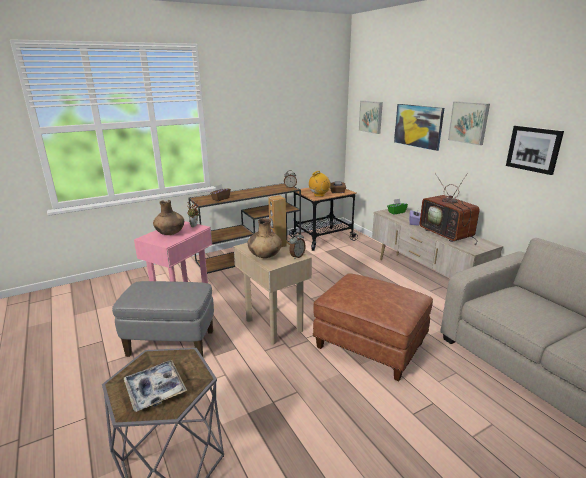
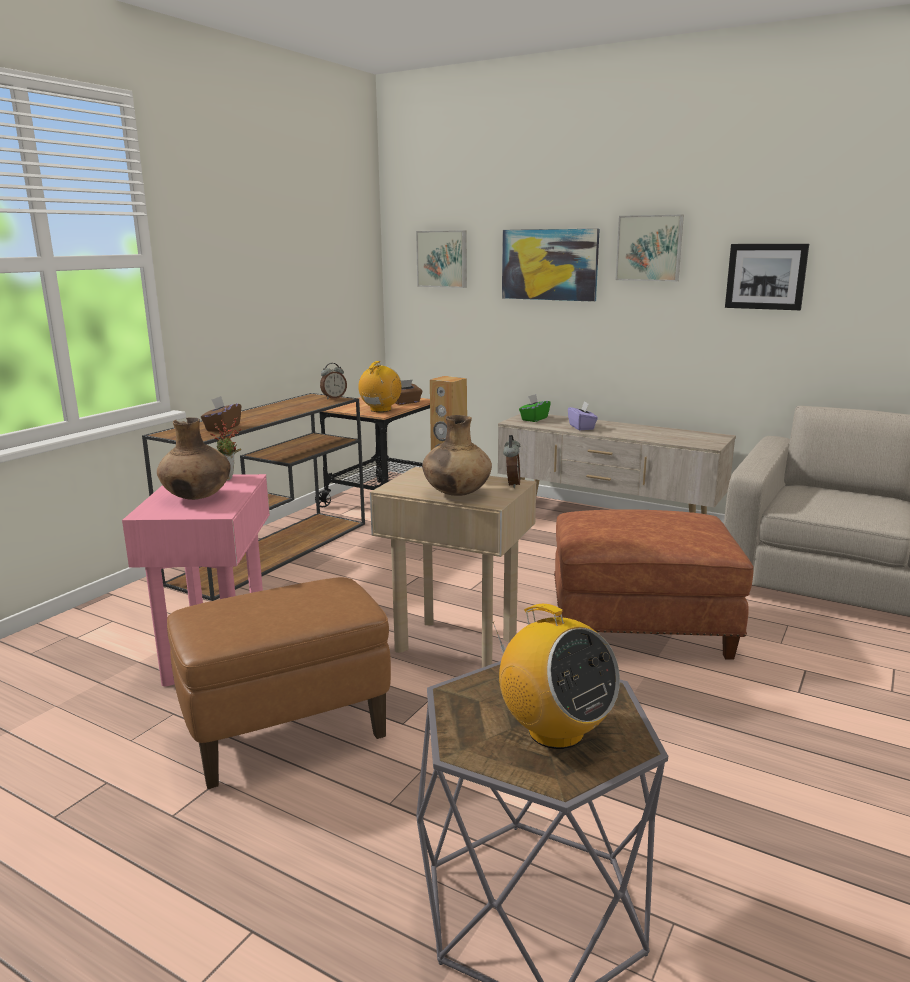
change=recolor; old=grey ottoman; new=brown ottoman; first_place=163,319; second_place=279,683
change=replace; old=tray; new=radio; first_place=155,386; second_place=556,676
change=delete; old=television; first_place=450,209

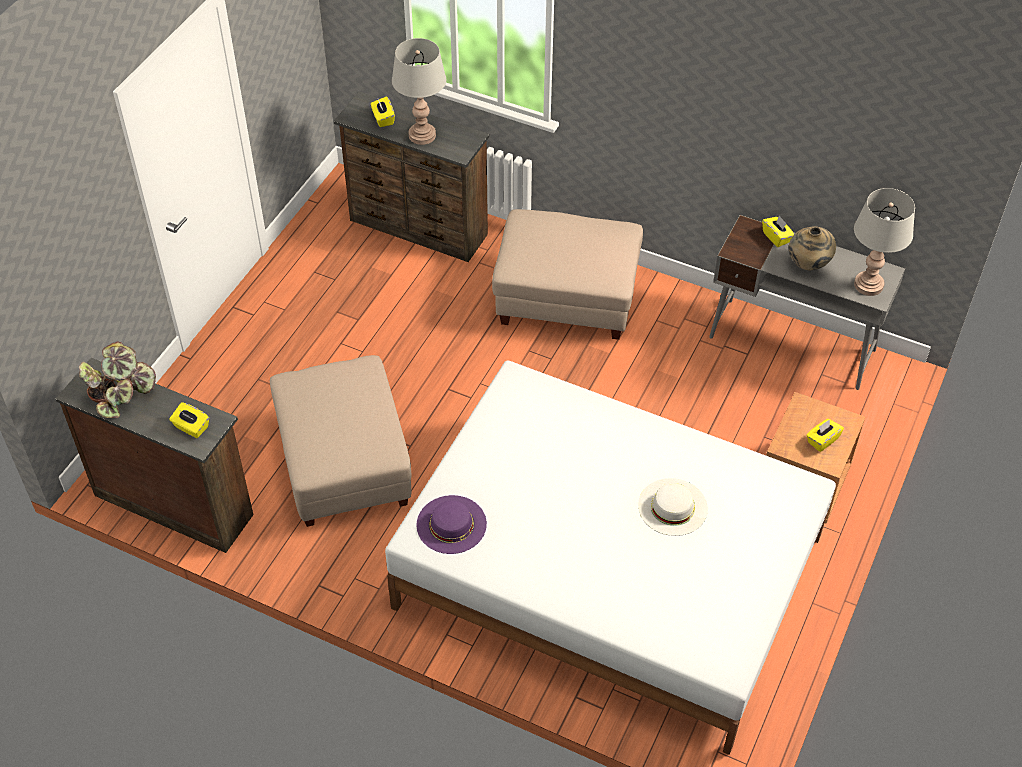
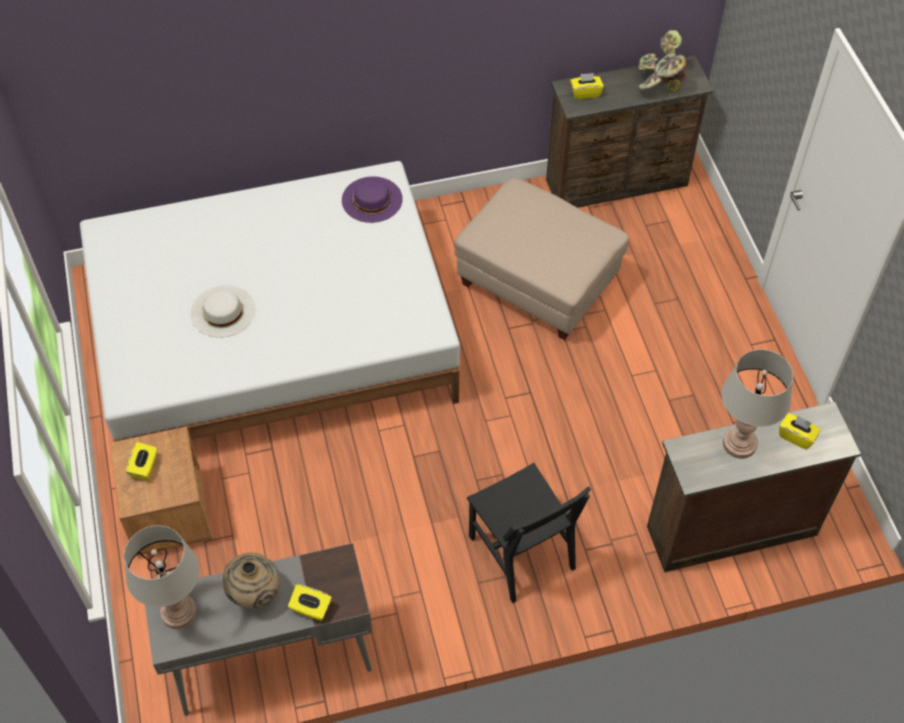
change=replace; old=beige ottoman; new=black chair; first_place=567,274; second_place=529,533

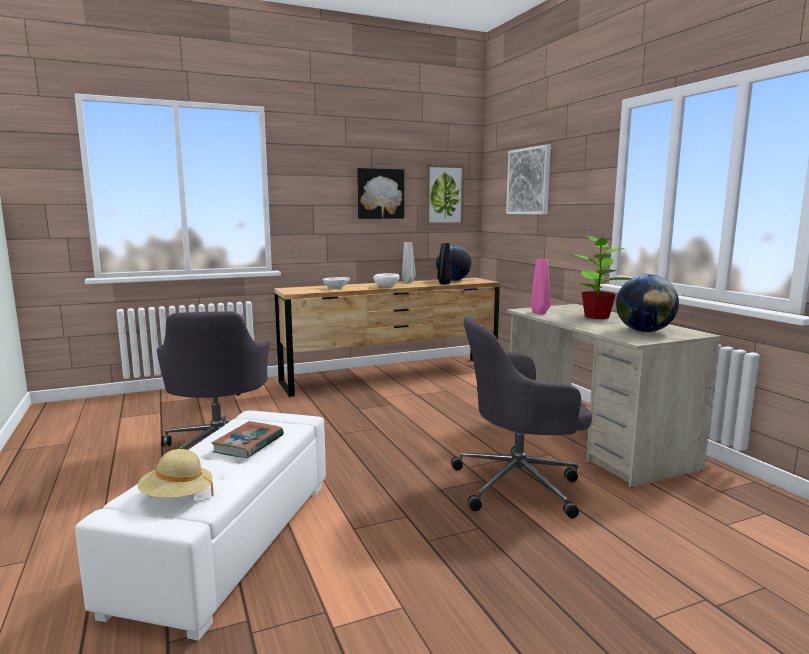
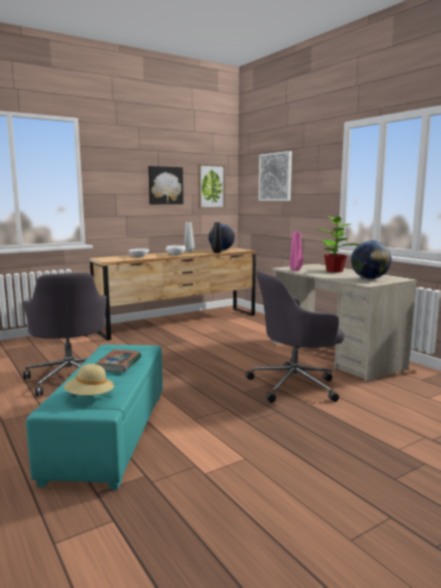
change=recolor; old=white ottoman; new=turquoise ottoman; first_place=200,525; second_place=94,417

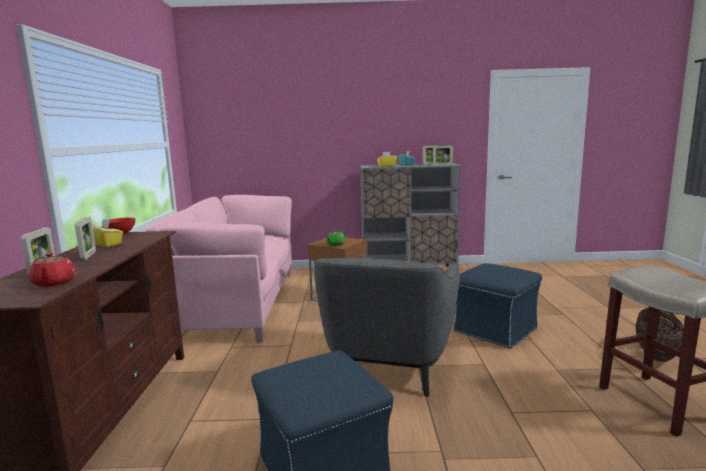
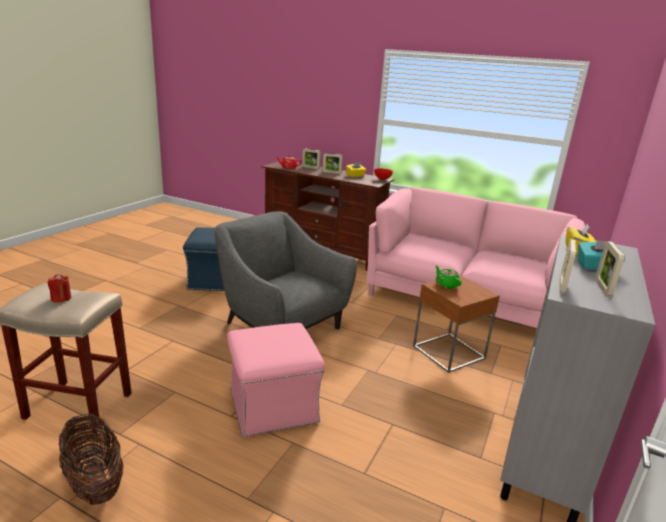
change=recolor; old=blue ottoman; new=pink ottoman; first_place=497,306; second_place=276,380
change=insert; new=red candle; second_place=59,288

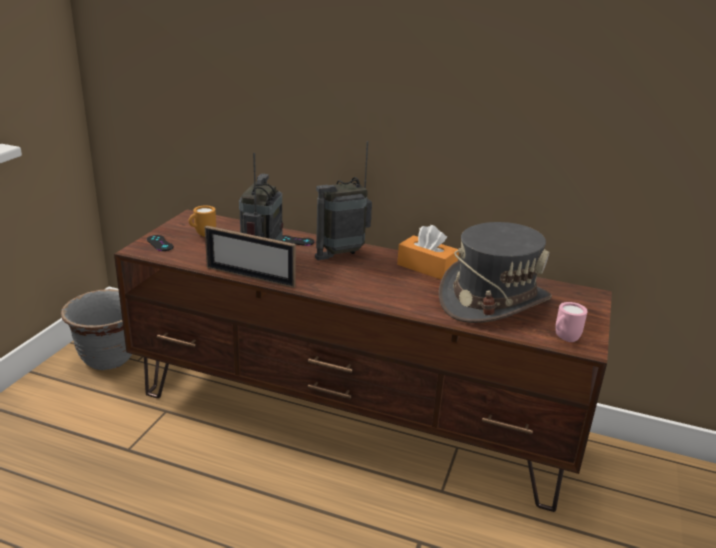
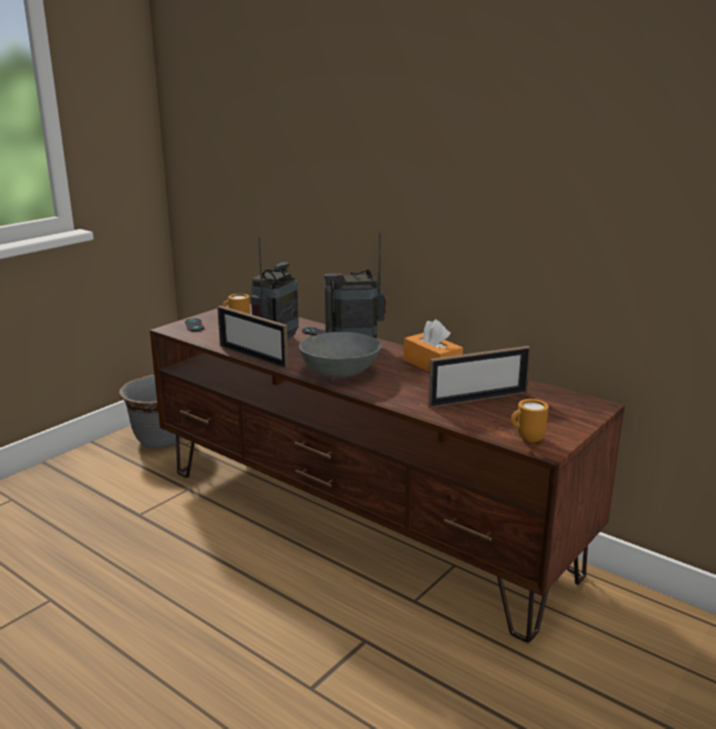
change=replace; old=grey hat; new=picture frame; first_place=495,272; second_place=479,377
change=recolor; old=pink mug; new=orange mug; first_place=571,322; second_place=530,421
change=insert; new=grey bowl; second_place=340,355

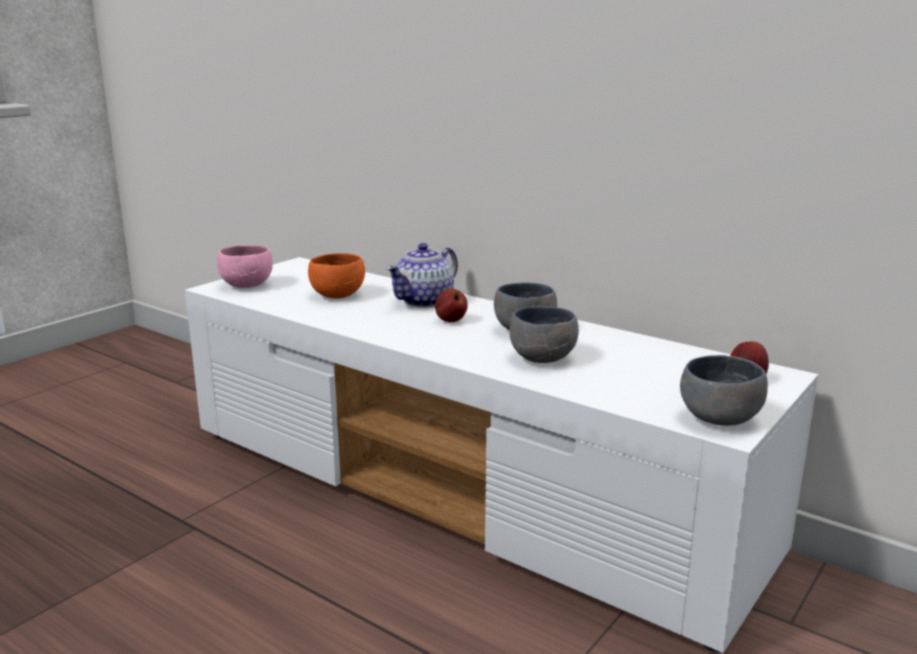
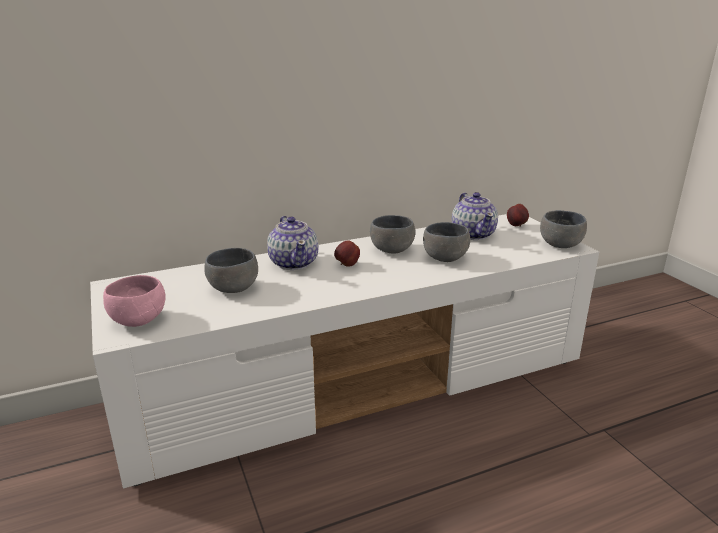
change=recolor; old=orange bowl; new=grey bowl; first_place=336,276; second_place=231,270
change=insert; new=teapot; second_place=475,216

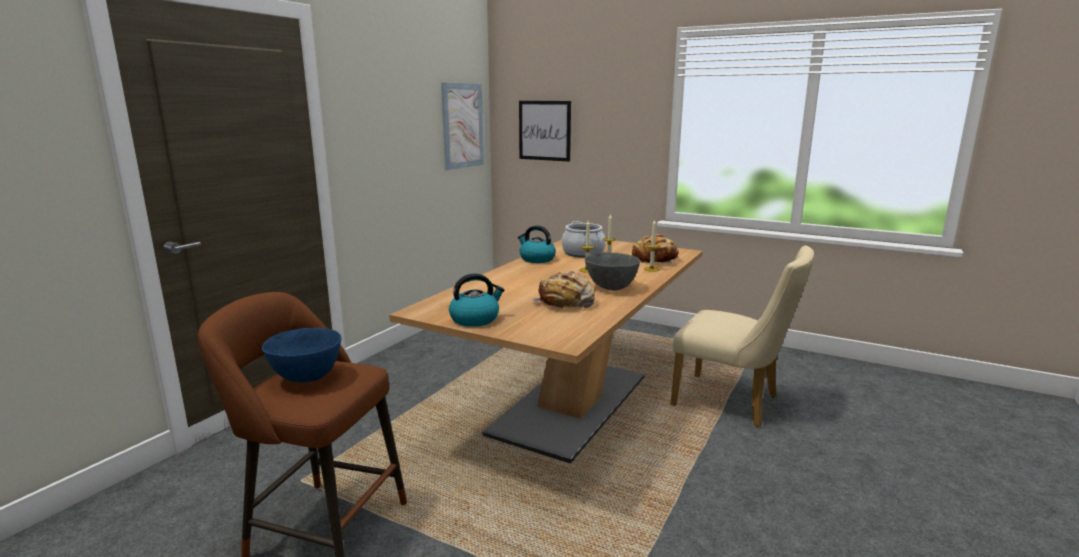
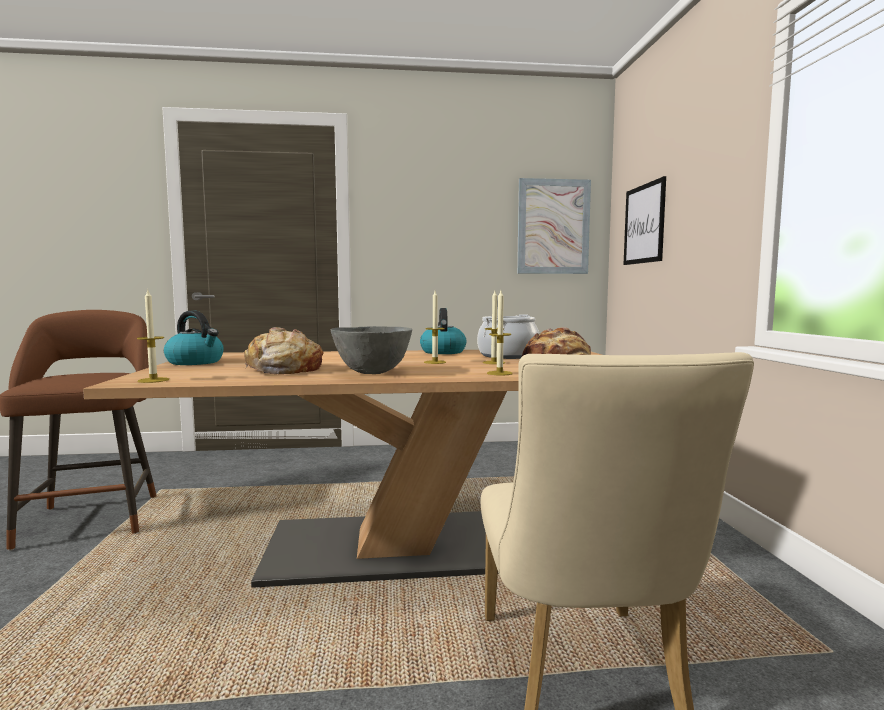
change=delete; old=blue bowl; first_place=302,355
change=insert; new=candle; second_place=153,336

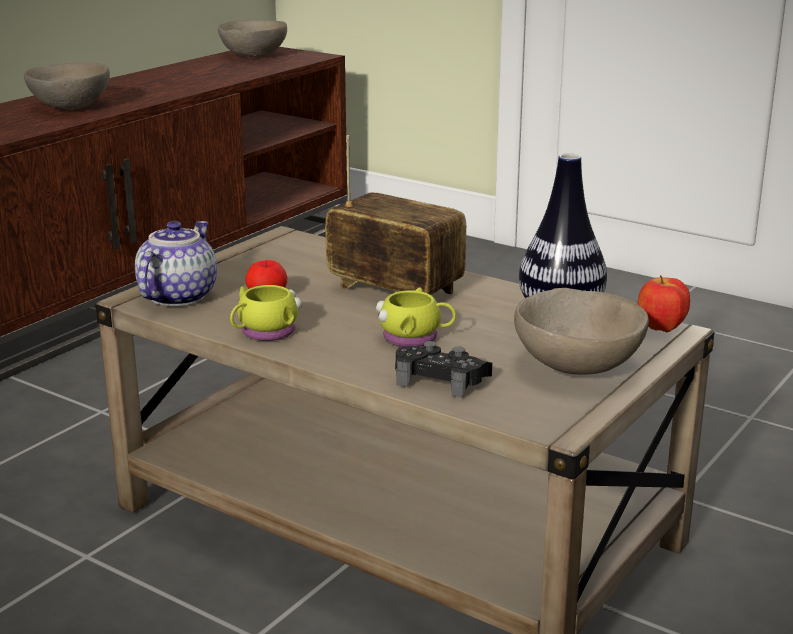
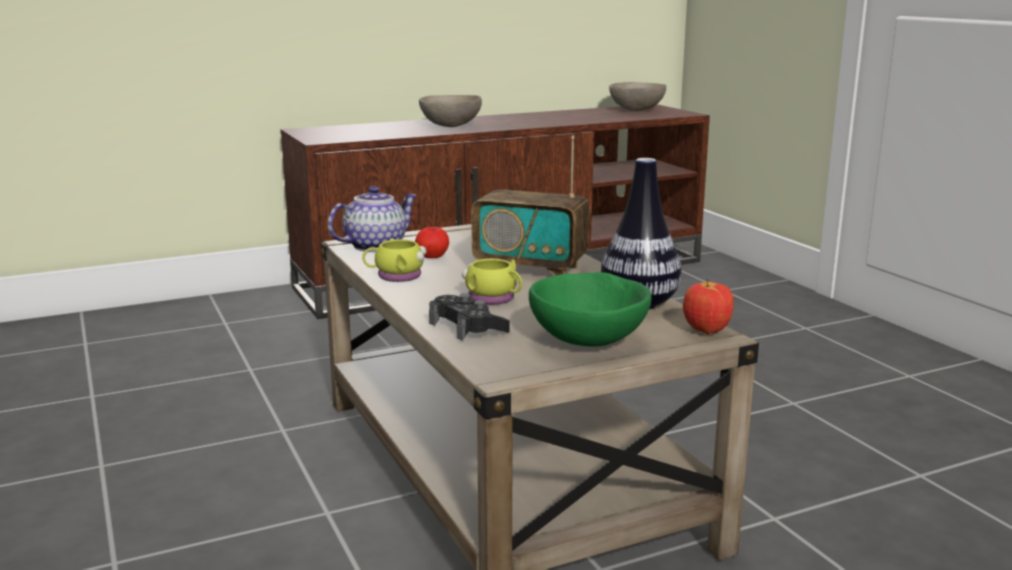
change=rotate; old=radio; first_place=395,215; second_place=530,206; degrees=135
change=recolor; old=beige bowl; new=green bowl; first_place=581,331; second_place=590,309

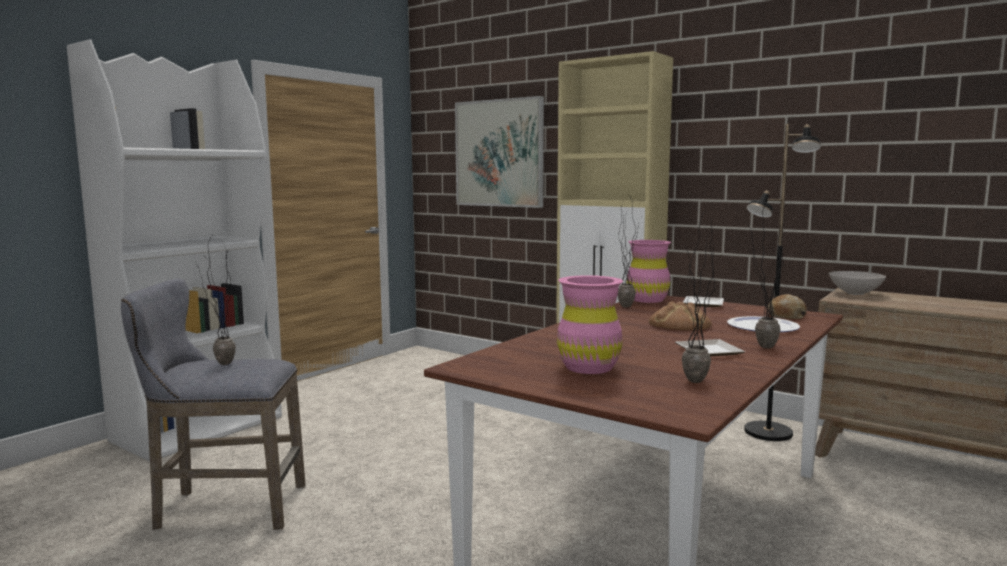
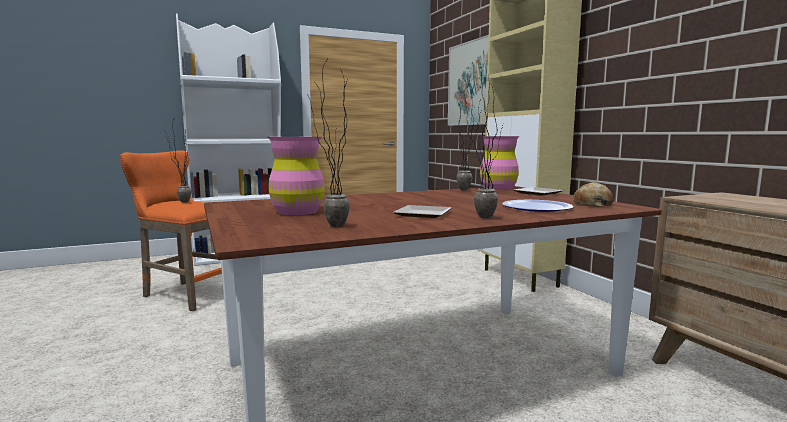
change=recolor; old=grey stool; new=orange stool; first_place=213,404; second_place=171,230
change=delete; old=bread; first_place=680,315
change=delete; old=black floor lamp; first_place=782,282
change=delete; old=white bowl; first_place=857,283

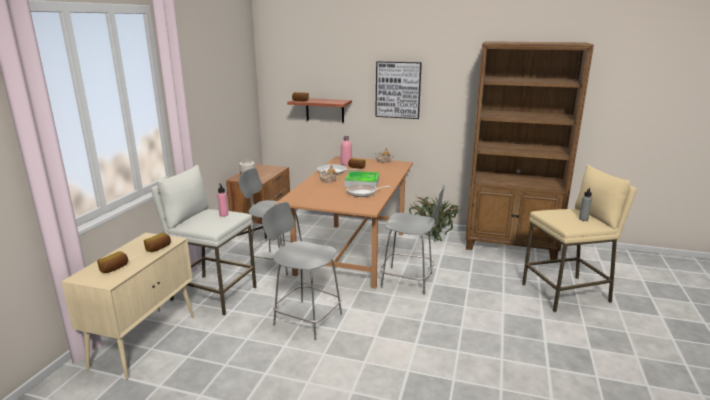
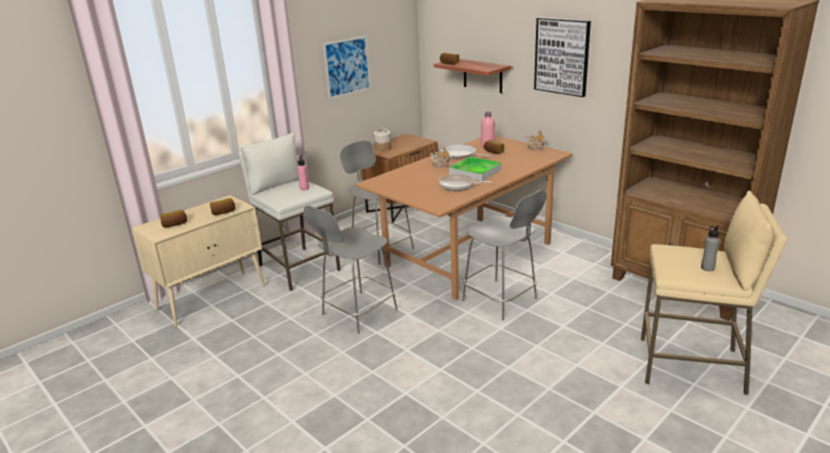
change=rotate; old=grey chair; first_place=302,271; second_place=351,270; degrees=-105
change=delete; old=potted plant; first_place=434,219
change=insert; new=picture; second_place=347,67

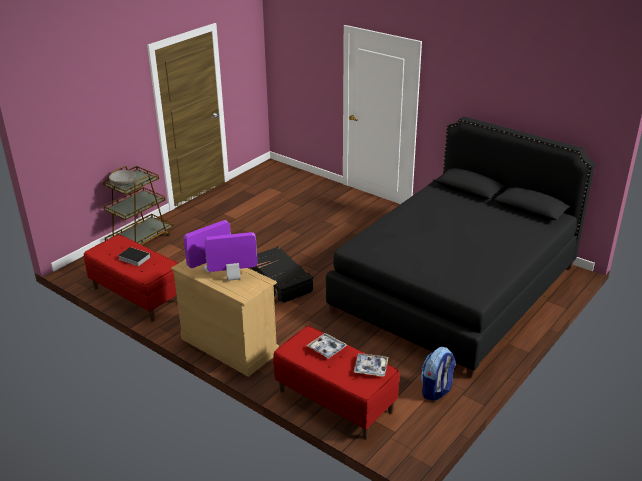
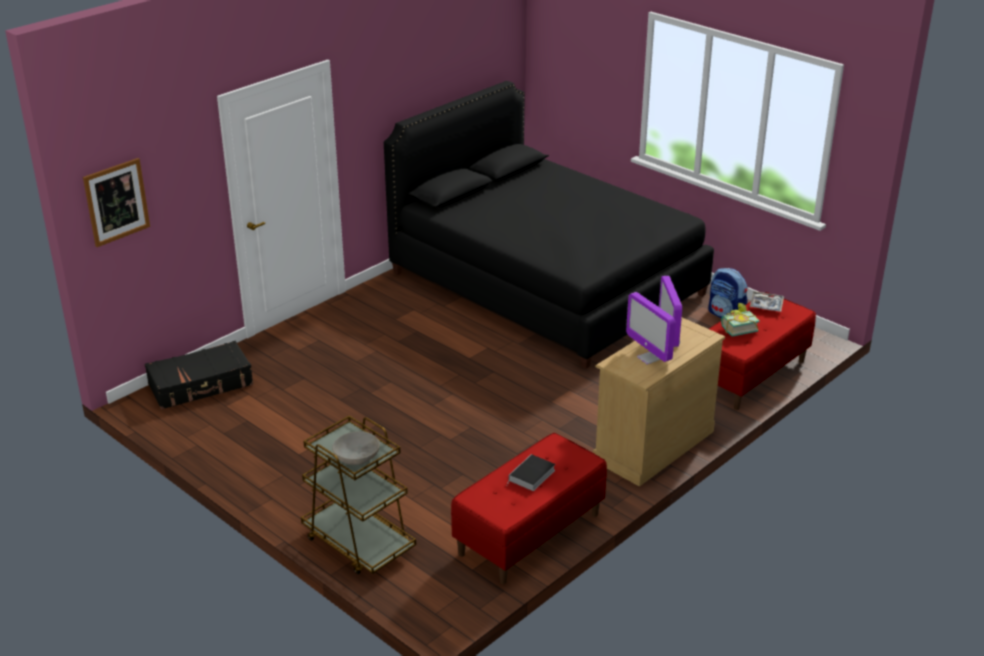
change=move; old=black suitcase; first_place=281,275; second_place=199,375
change=replace; old=tray; new=book; first_place=326,346; second_place=740,320
change=insert; new=picture; second_place=116,202

